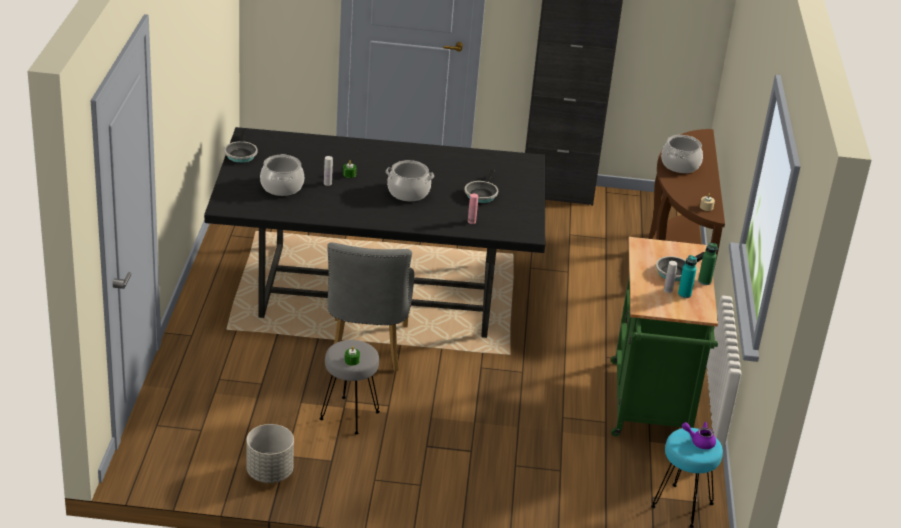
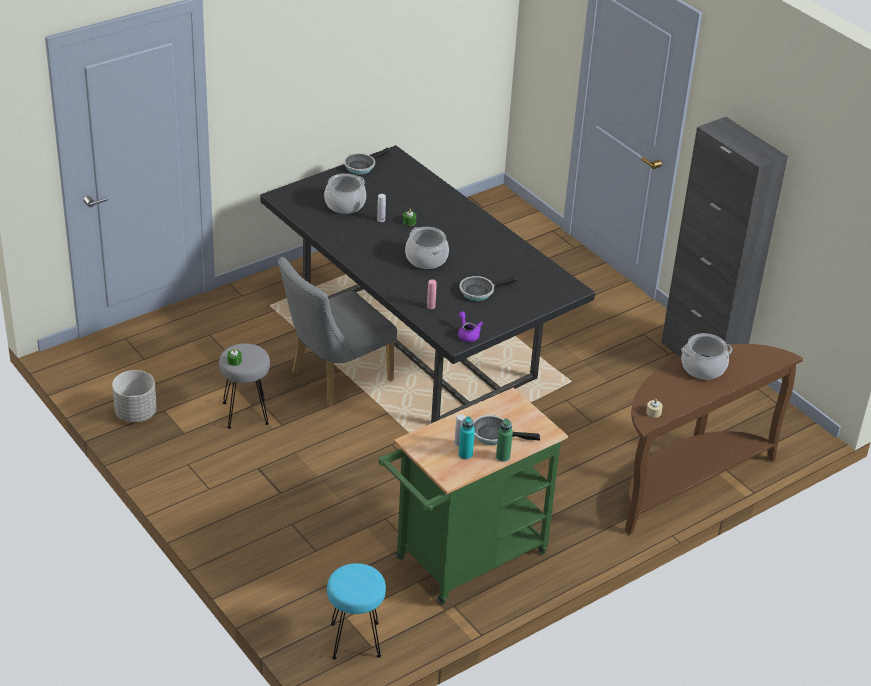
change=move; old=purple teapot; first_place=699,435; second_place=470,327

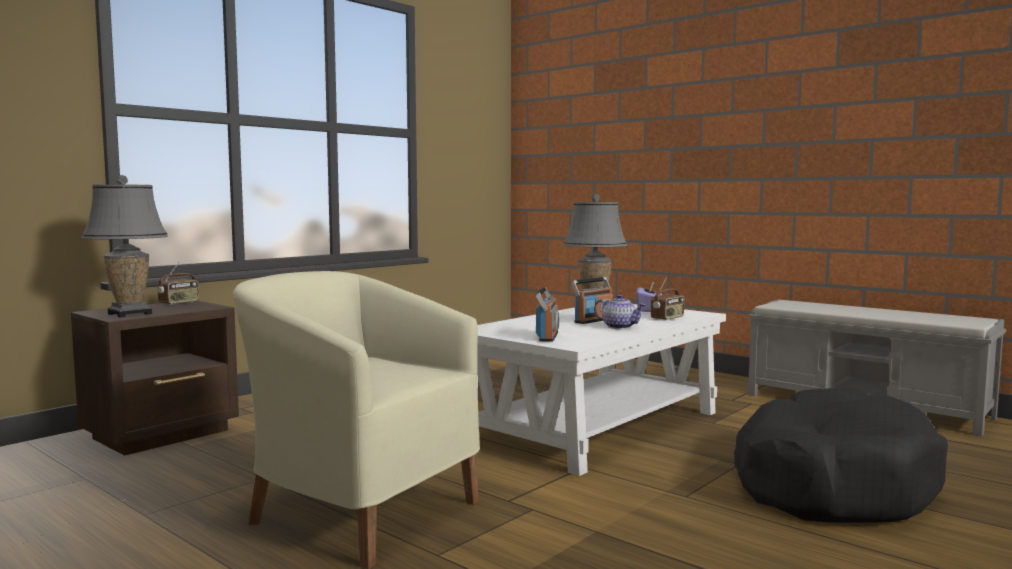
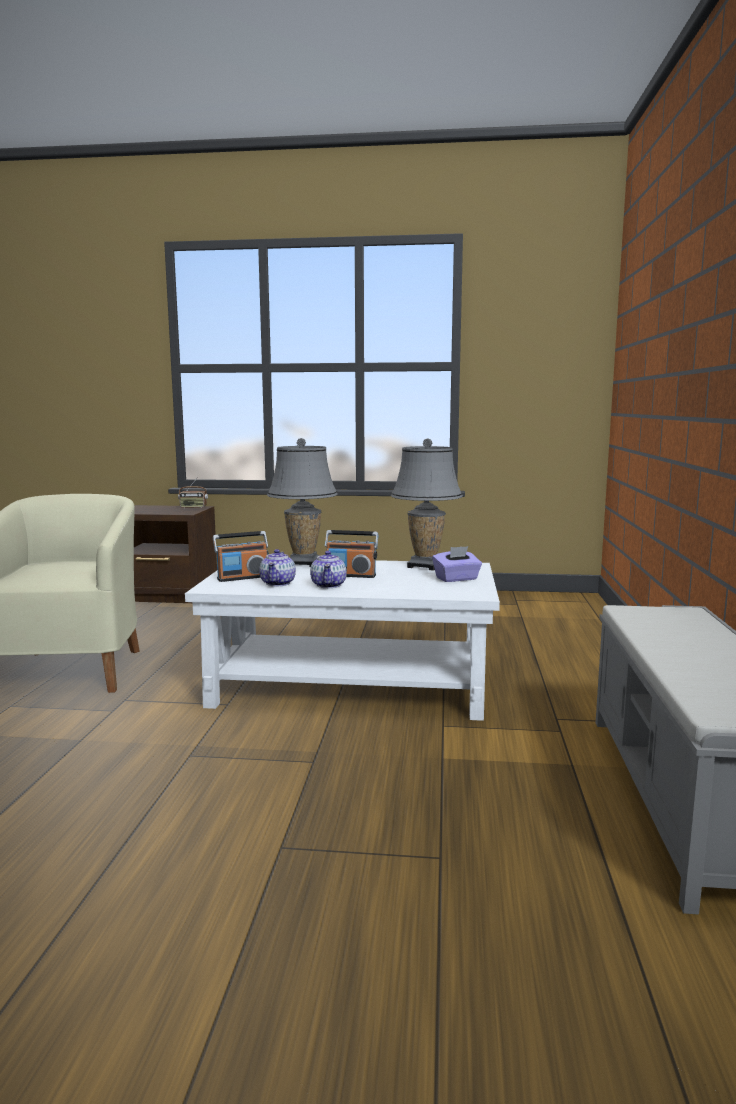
change=move; old=grey table lamp; first_place=125,246; second_place=302,502
change=delete; old=radio; first_place=667,298
change=delete; old=black dog bed; first_place=841,455
change=insert; new=teapot; second_place=277,567

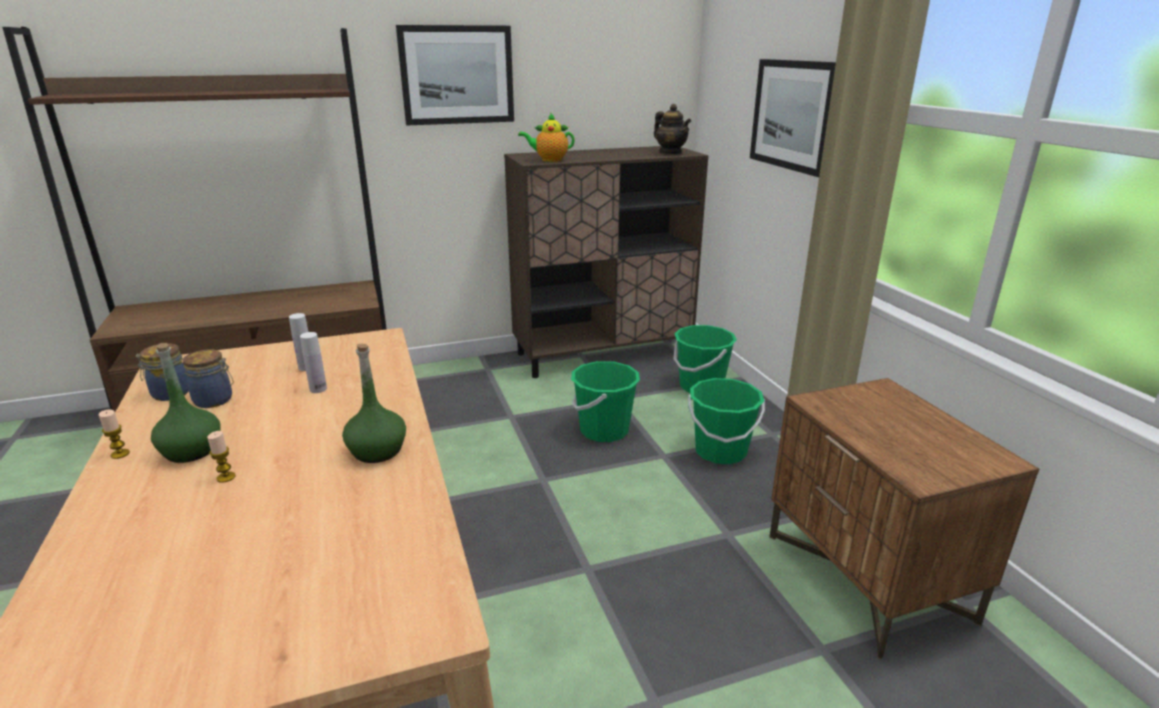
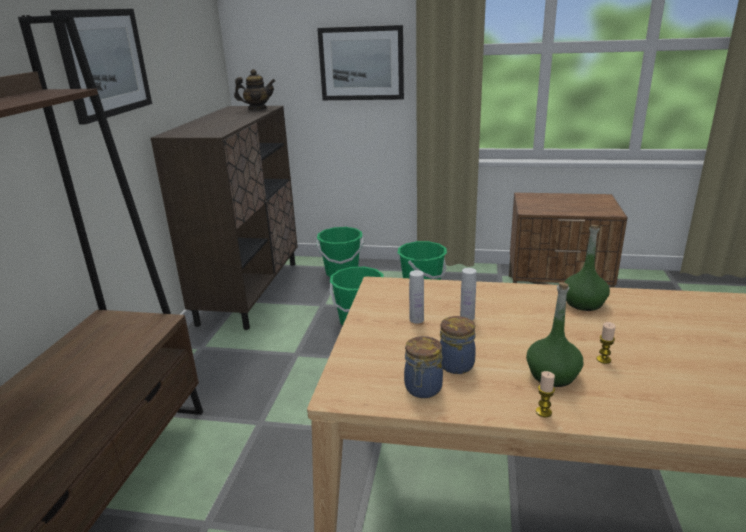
change=delete; old=teapot; first_place=546,137

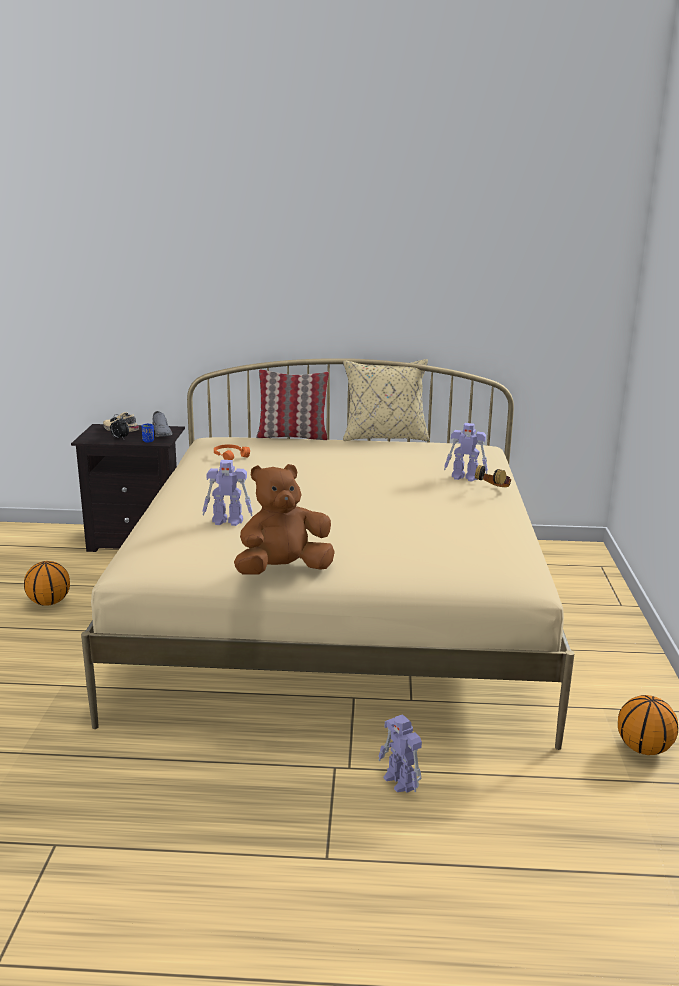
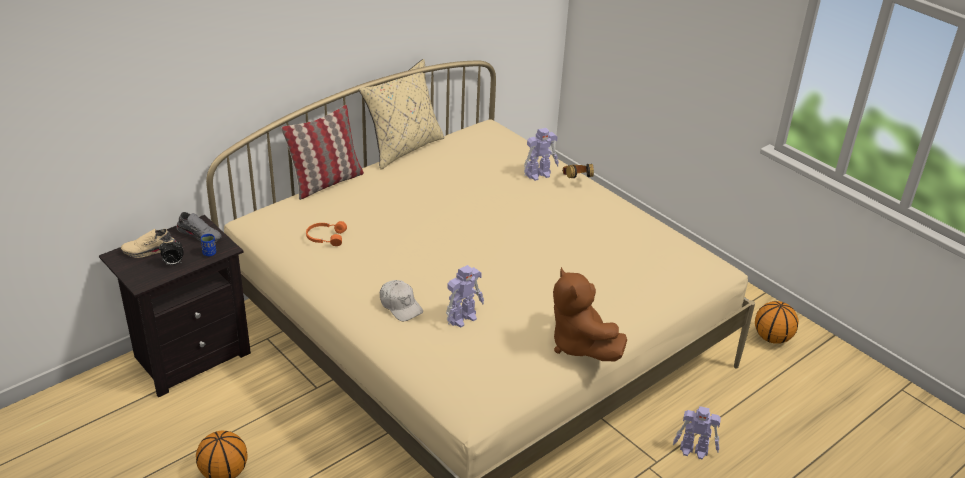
change=rotate; old=brown plush toy; first_place=284,519; second_place=590,314; degrees=-45
change=insert; new=white cap; second_place=401,300

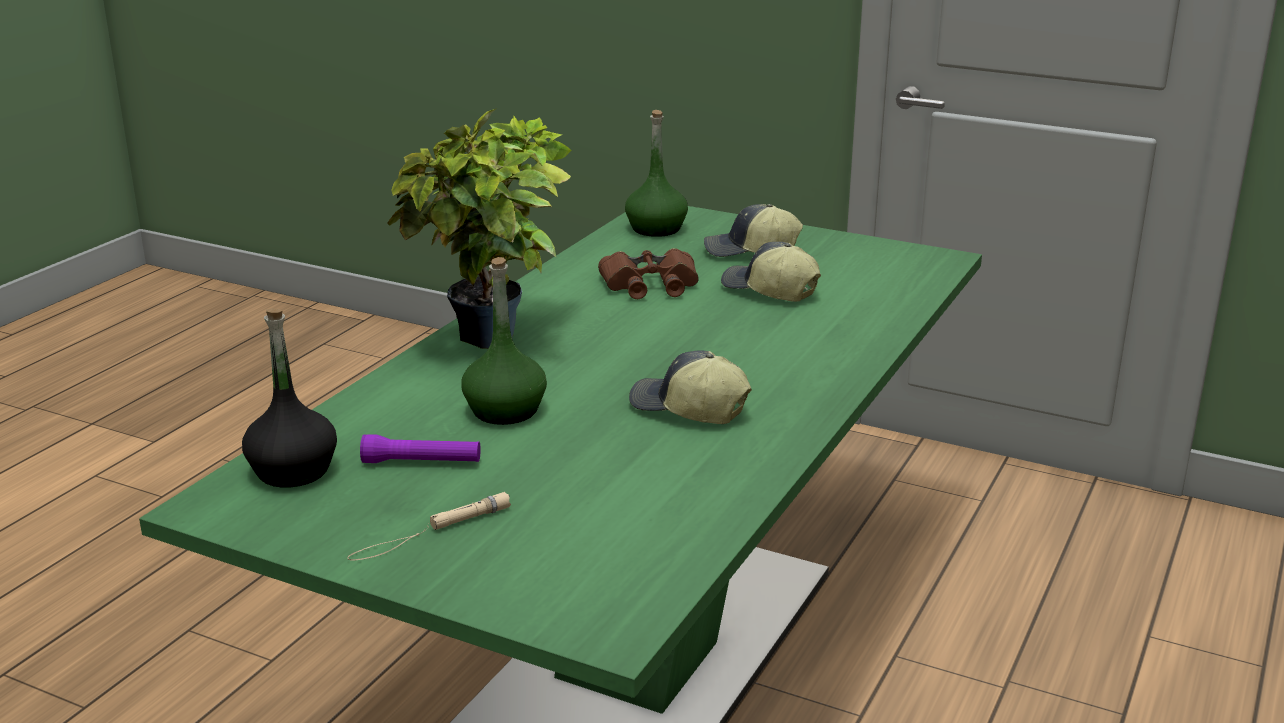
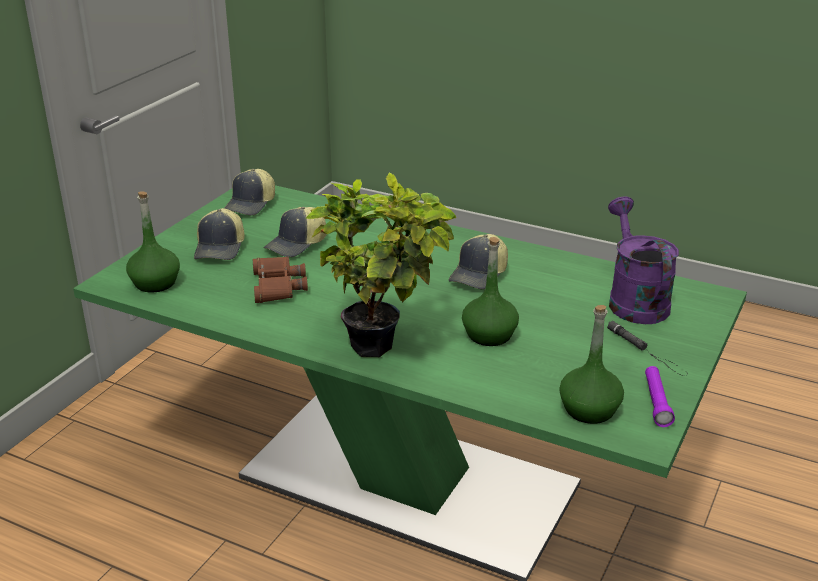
change=recolor; old=black bottle; new=green bottle; first_place=289,397; second_place=591,364
change=recolor; old=beige flashlight; new=black flashlight; first_place=429,526; second_place=647,348
change=move; old=purple flashlight; first_place=420,448; second_place=660,396
change=insert; new=cap; second_place=249,192
change=insert; new=purple watering can; second_place=643,260

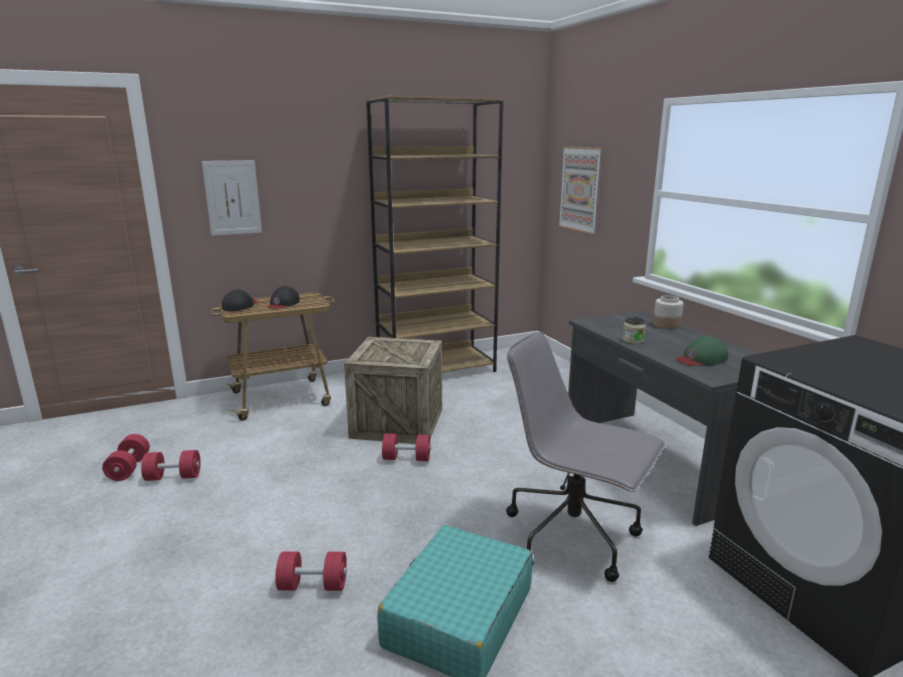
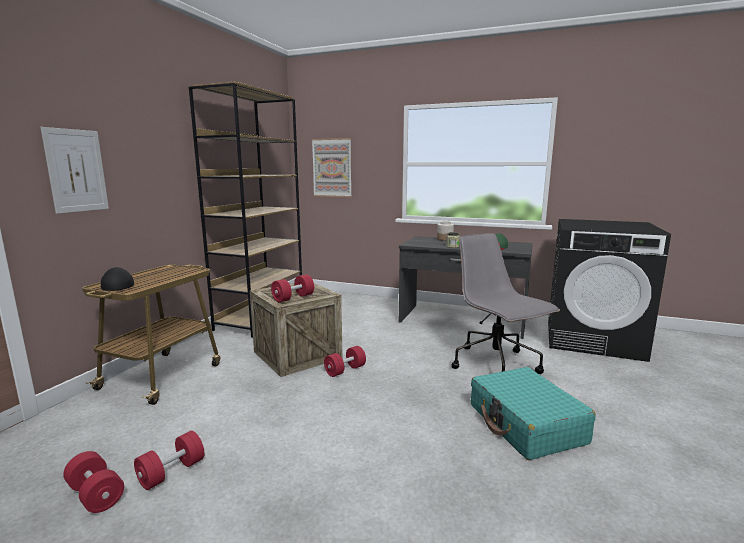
change=delete; old=black cap; first_place=283,297
change=move; old=red dumbbell; first_place=311,571; second_place=292,288
change=rotate; old=grey office chair; first_place=586,457; second_place=505,303; degrees=75

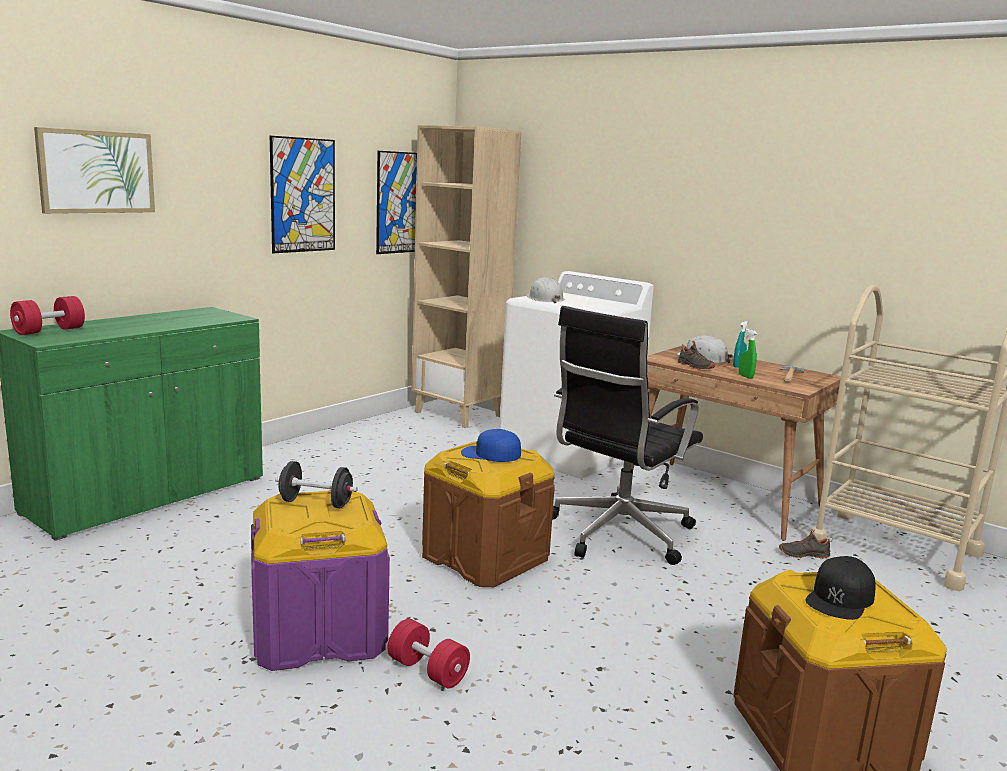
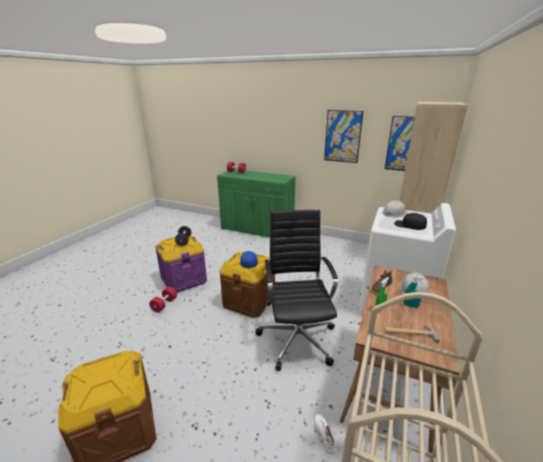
change=delete; old=picture; first_place=94,170
change=rotate; old=black office chair; first_place=627,435; second_place=296,290; degrees=60
change=recolor; old=black shoe; new=white shoe; first_place=806,544; second_place=325,434
change=move; old=black cap; first_place=840,588; second_place=410,221

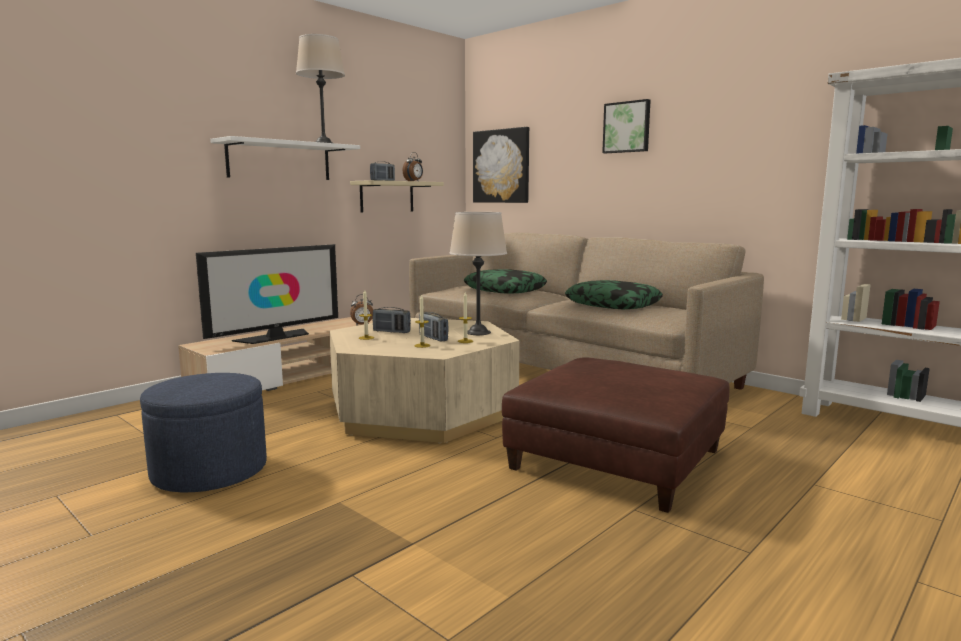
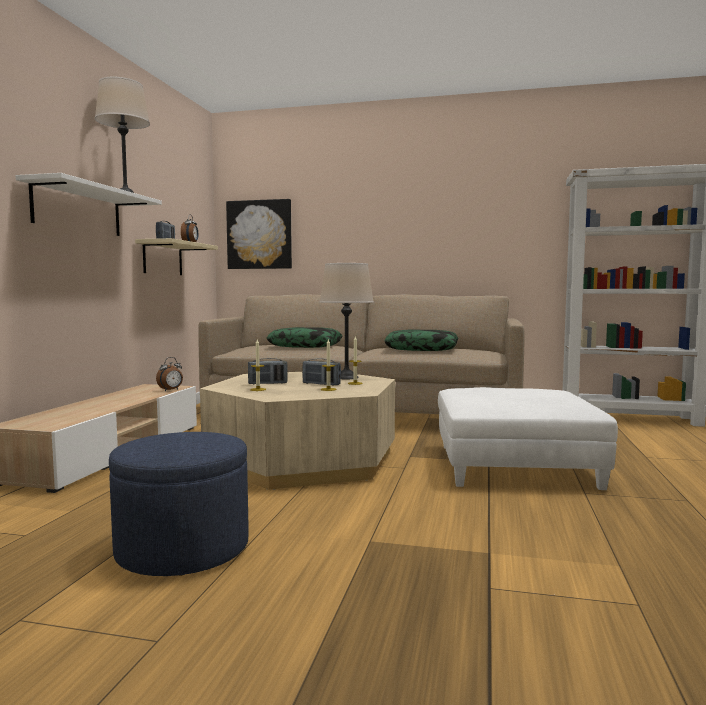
change=delete; old=television; first_place=267,294
change=recolor; old=brown ottoman; new=white ottoman; first_place=615,435; second_place=528,438
change=delete; old=picture; first_place=626,126

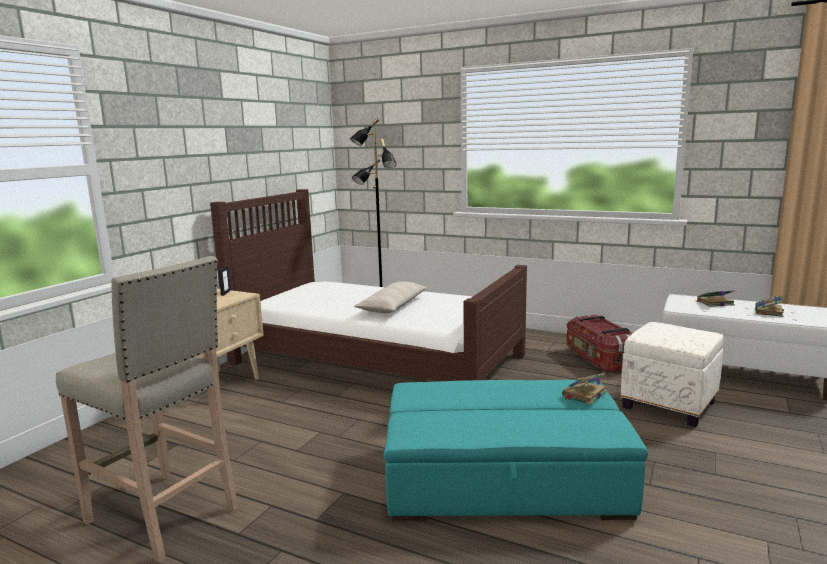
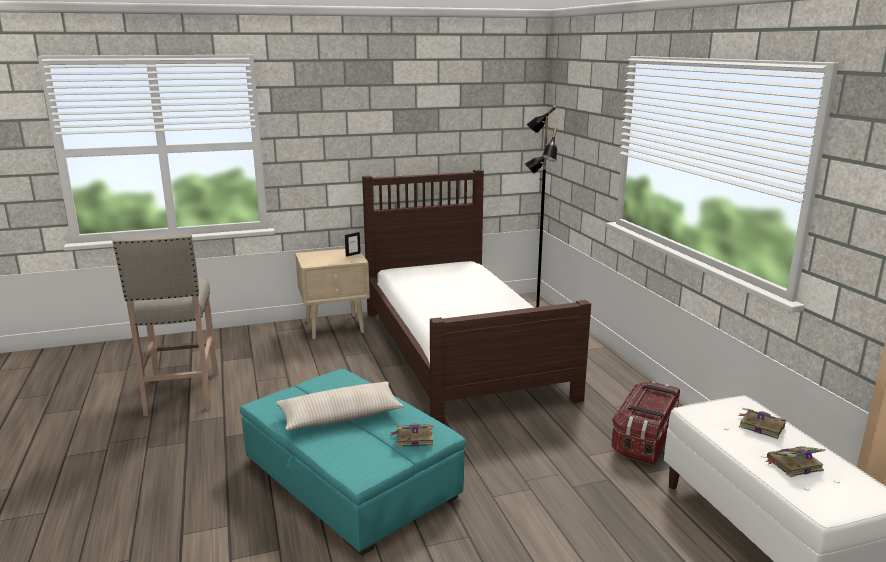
change=move; old=beige pillow; first_place=391,298; second_place=340,405
change=delete; old=white ottoman; first_place=672,374

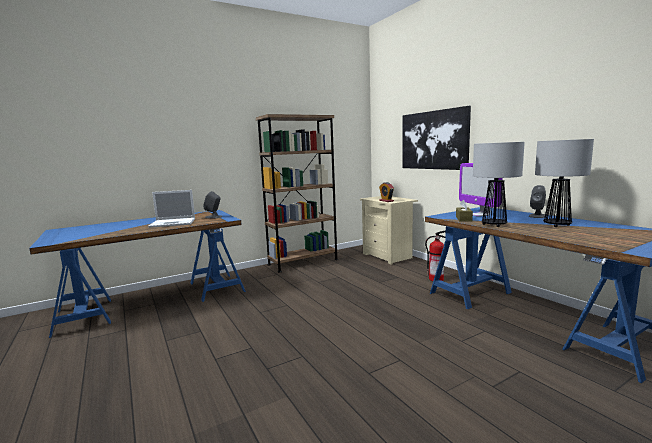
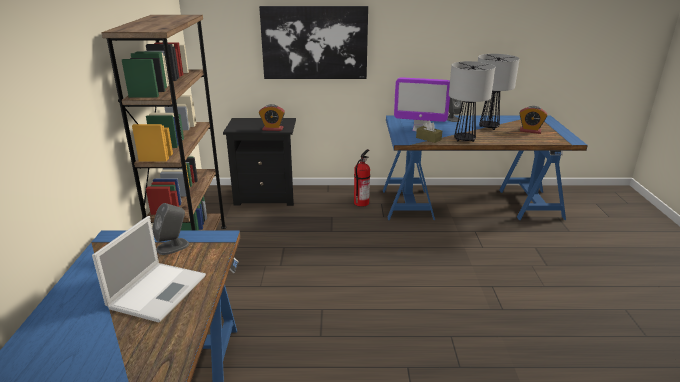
change=recolor; old=beige nightstand; new=black nightstand; first_place=389,230; second_place=259,162
change=insert; new=alarm clock; second_place=533,120

